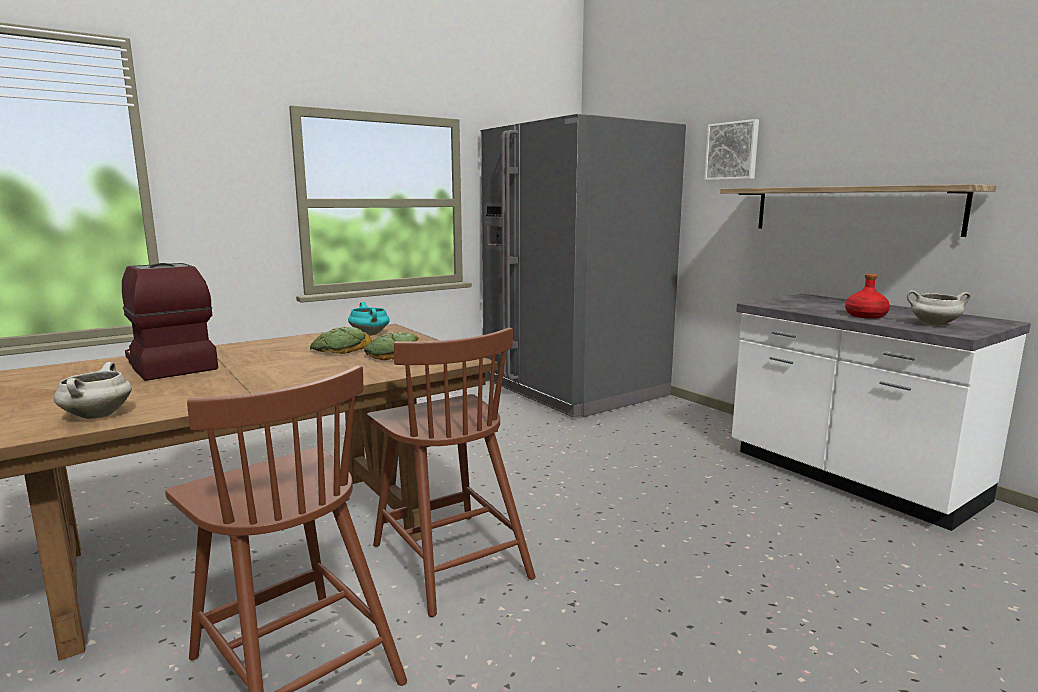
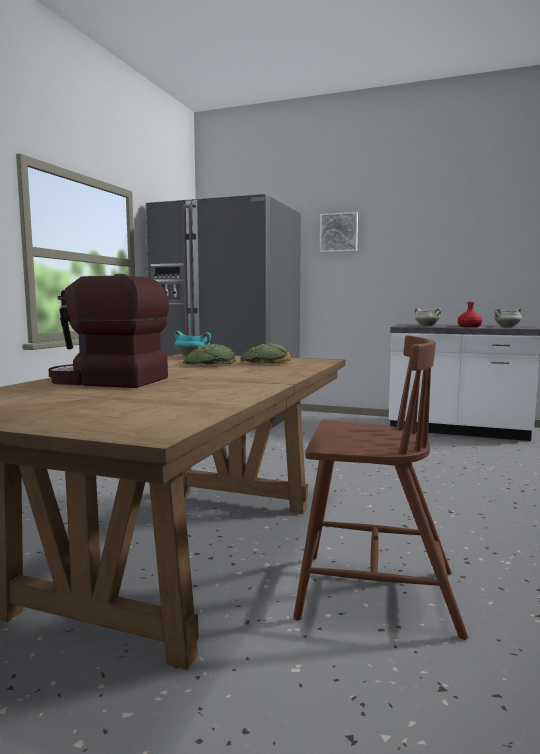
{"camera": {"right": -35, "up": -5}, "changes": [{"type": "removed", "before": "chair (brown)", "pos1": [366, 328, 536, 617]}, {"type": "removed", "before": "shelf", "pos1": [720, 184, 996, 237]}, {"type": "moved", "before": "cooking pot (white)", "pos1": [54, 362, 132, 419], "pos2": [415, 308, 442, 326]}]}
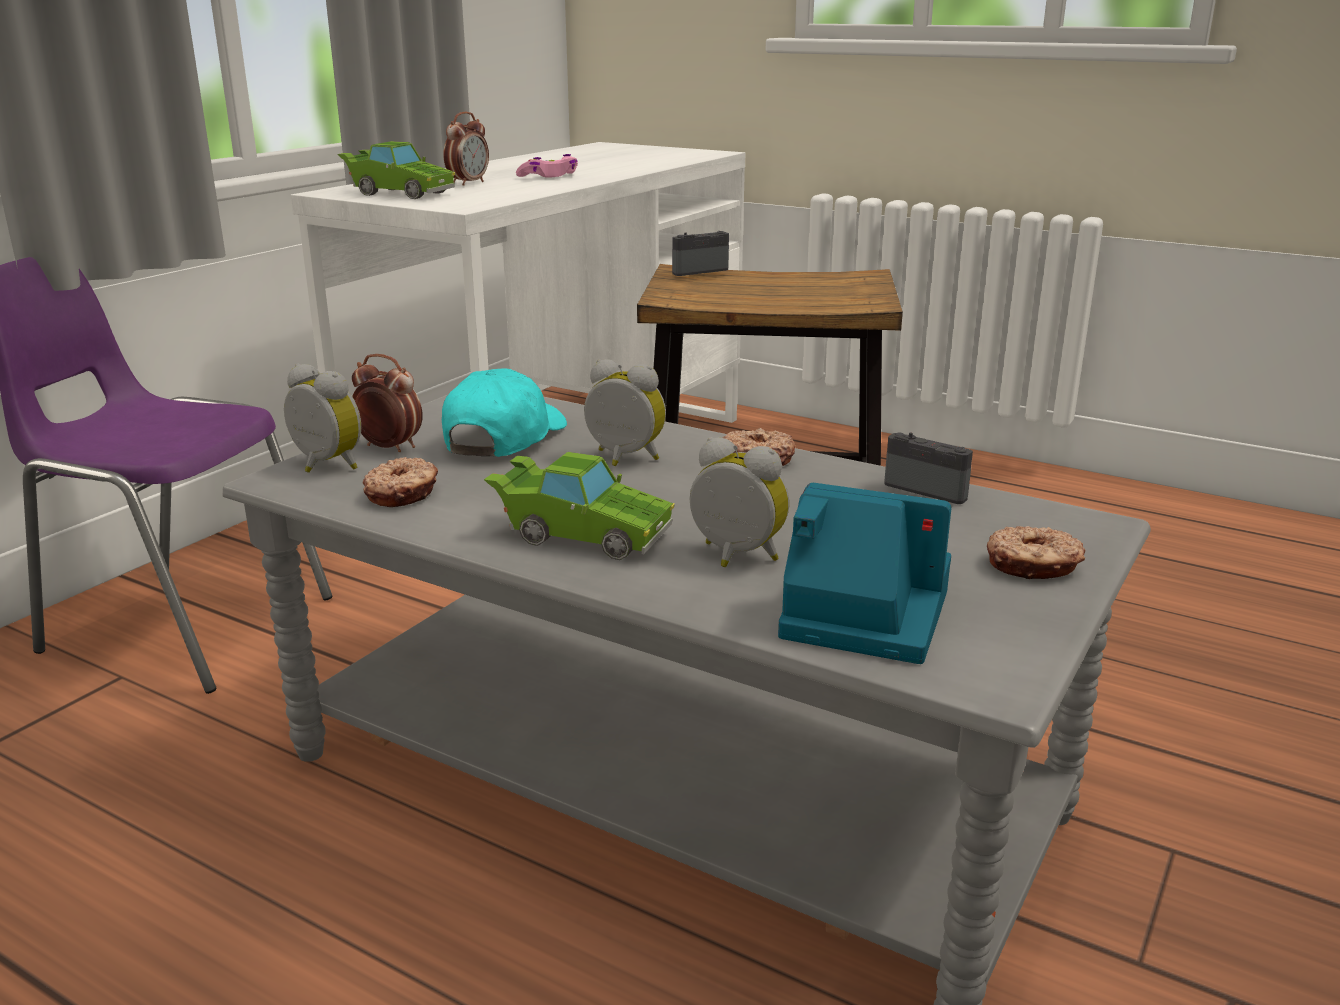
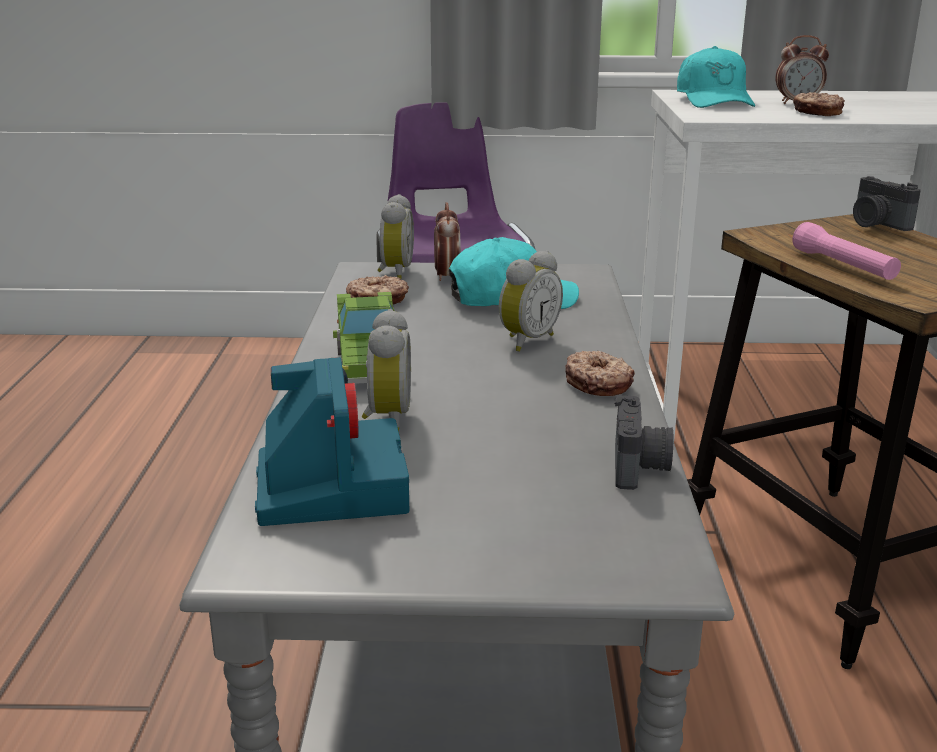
{"camera": {"right": 60, "up": 0}, "changes": [{"type": "removed", "before": "game controller (pink)", "pos1": [516, 154, 578, 177]}, {"type": "added", "after": "flashlight (pink)", "pos2": [793, 222, 901, 280]}, {"type": "moved", "before": "donut", "pos1": [987, 526, 1085, 579], "pos2": [793, 92, 845, 116]}, {"type": "replaced", "before": "toy car (green)", "after": "cap (turquoise)", "pos1": [337, 141, 455, 199], "pos2": [677, 46, 755, 108]}, {"type": "turned", "before": "alarm clock", "pos1": [584, 359, 666, 466], "pos2": [499, 250, 563, 352], "turn": 45}, {"type": "turned", "before": "photo camera", "pos1": [672, 231, 729, 276], "pos2": [853, 176, 921, 231], "turn": -150}]}
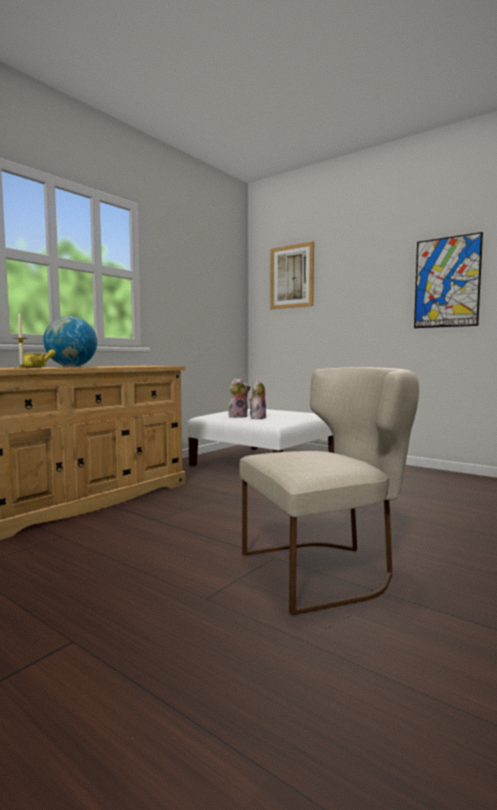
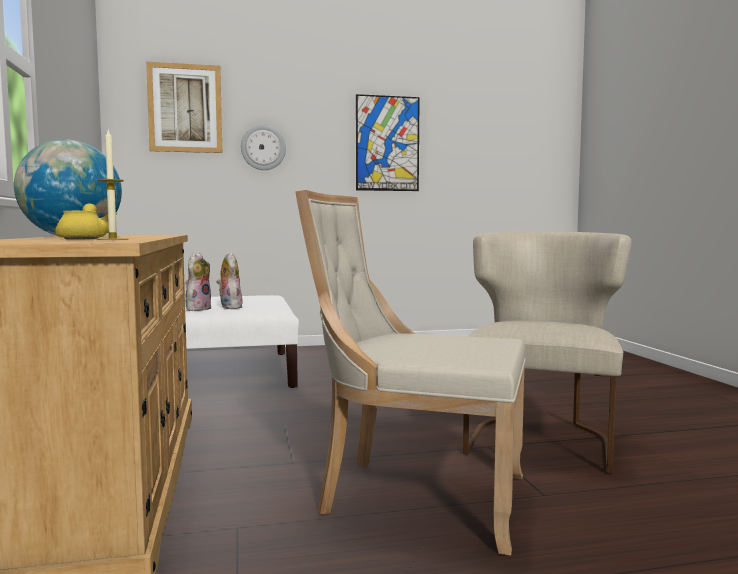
{"camera": {"right": -50, "up": 0}, "changes": [{"type": "added", "after": "wall clock", "pos2": [241, 125, 286, 170]}, {"type": "added", "after": "chair (beige)", "pos2": [295, 190, 525, 556]}]}
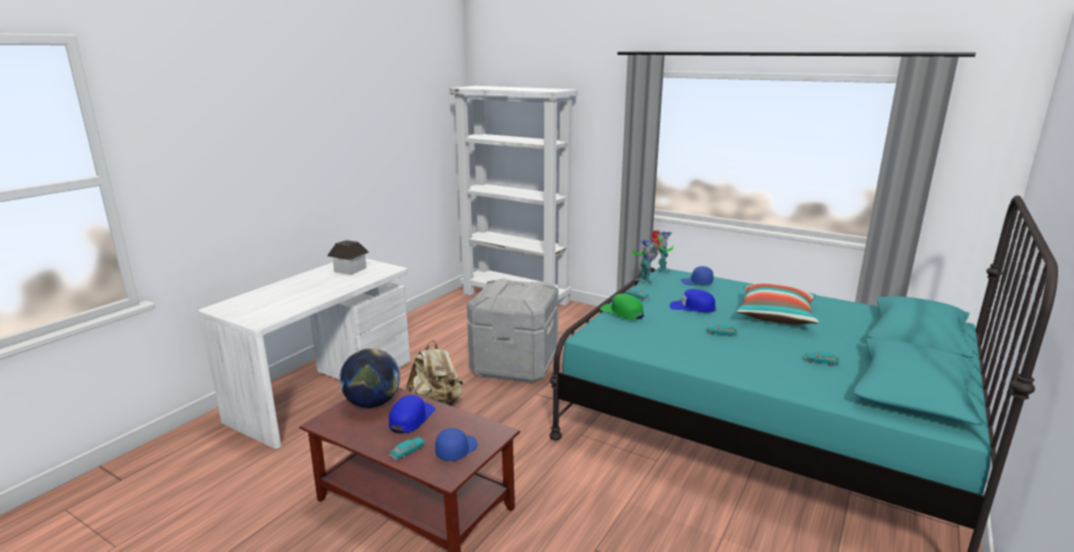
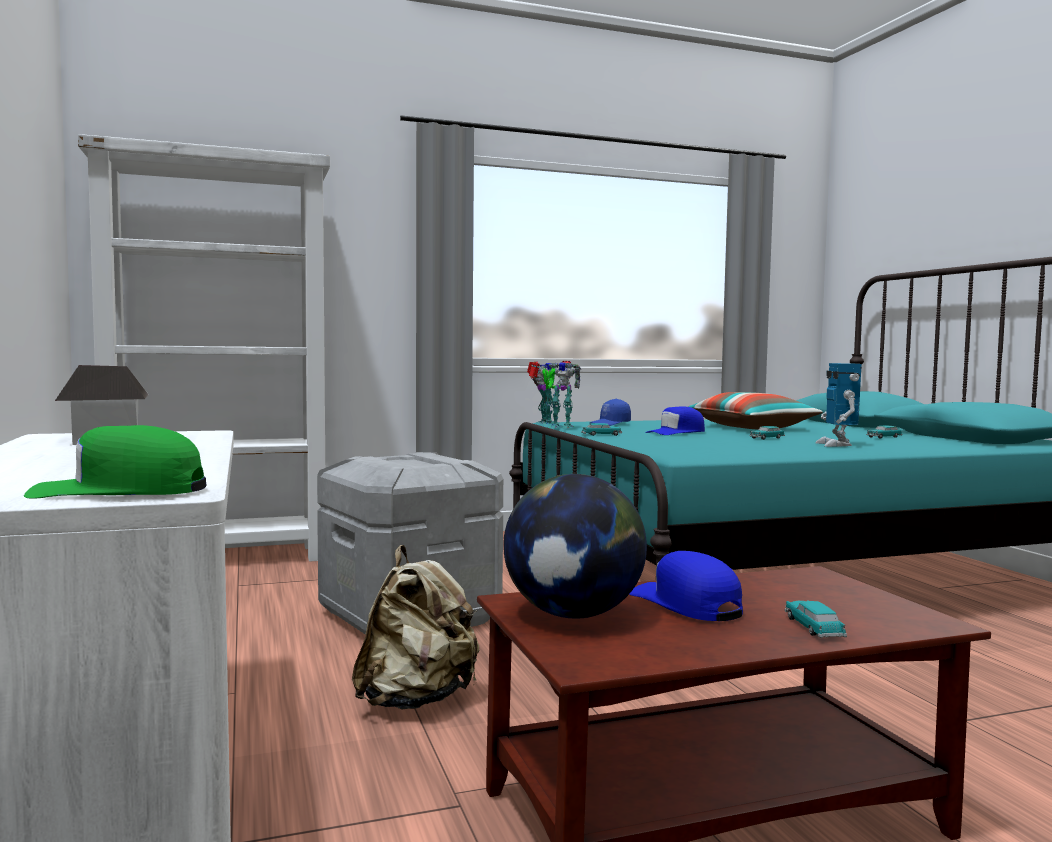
{"camera": {"right": -50, "up": -15}, "changes": [{"type": "removed", "before": "cap (blue)", "pos1": [435, 428, 478, 461]}, {"type": "added", "after": "toy robot", "pos2": [815, 363, 862, 447]}, {"type": "moved", "before": "cap (green)", "pos1": [600, 293, 644, 320], "pos2": [24, 425, 207, 499]}]}
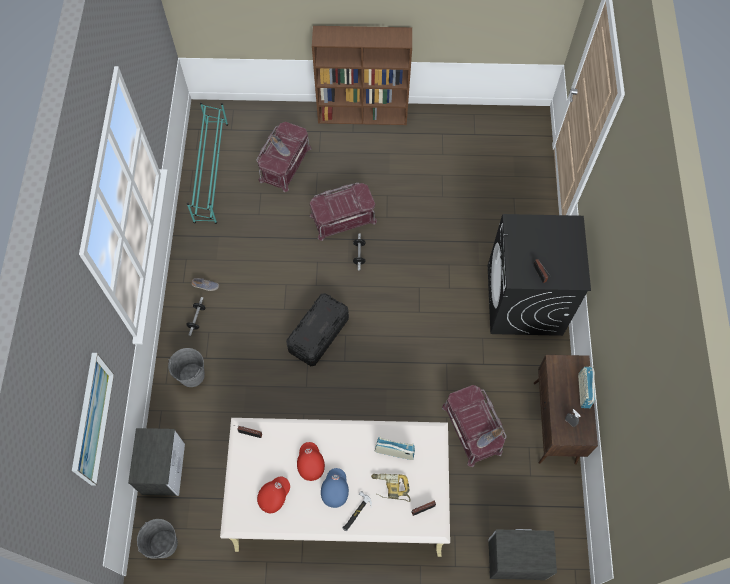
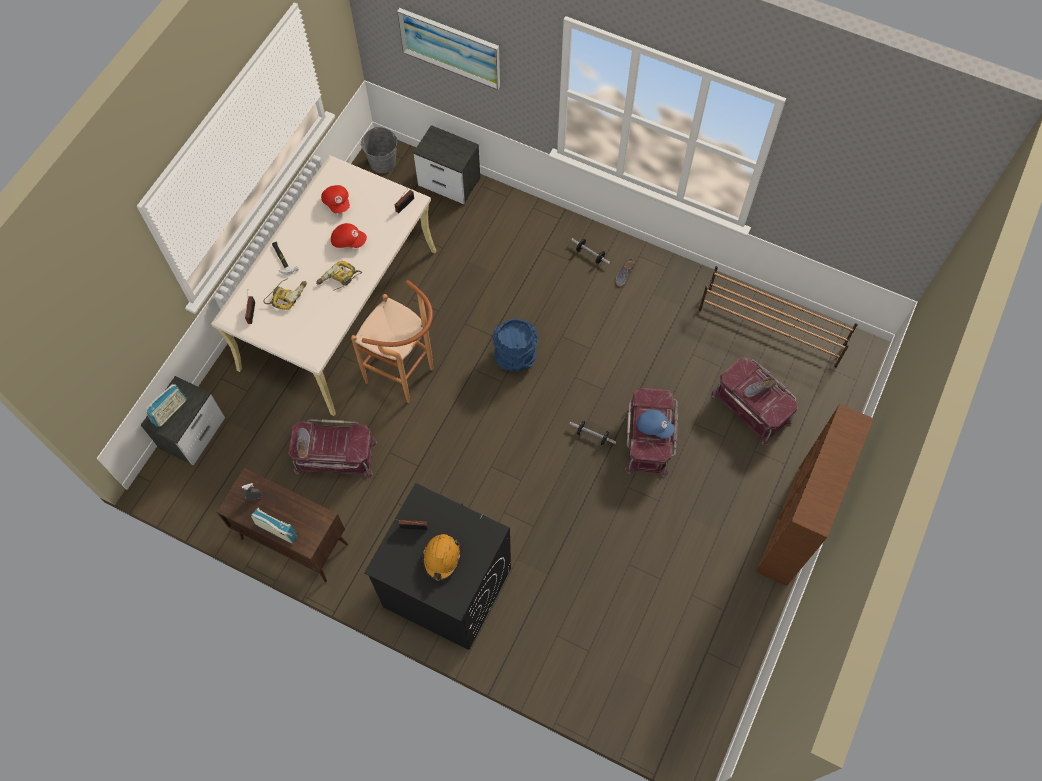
{"camera": {"right": 115, "up": 0}, "changes": [{"type": "removed", "before": "bucket (grey)", "pos1": [168, 348, 205, 387]}, {"type": "added", "after": "power drill", "pos2": [316, 261, 362, 291]}, {"type": "added", "after": "stool (brown)", "pos2": [351, 280, 434, 403]}, {"type": "added", "after": "hard hat (orange)", "pos2": [423, 534, 461, 581]}, {"type": "moved", "before": "cap (blue)", "pos1": [321, 468, 349, 508], "pos2": [637, 410, 674, 439]}, {"type": "moved", "before": "radio", "pos1": [375, 437, 415, 460], "pos2": [145, 384, 187, 428]}, {"type": "replaced", "before": "storage box (black)", "after": "bucket (blue)", "pos1": [286, 293, 349, 366], "pos2": [493, 318, 538, 372]}, {"type": "recoloured", "before": "shoe rack (turquoise)", "after": "shoe rack (brown)", "pos1": [187, 102, 228, 224], "pos2": [699, 266, 858, 367]}]}
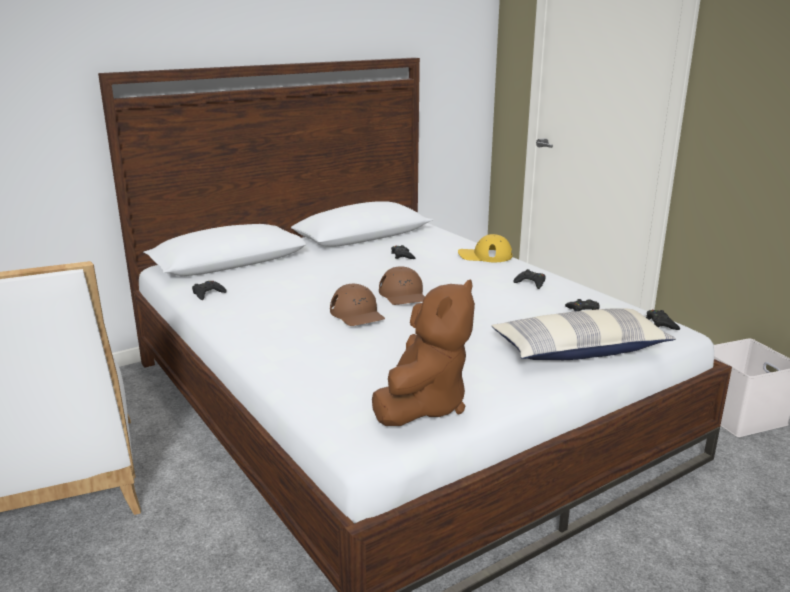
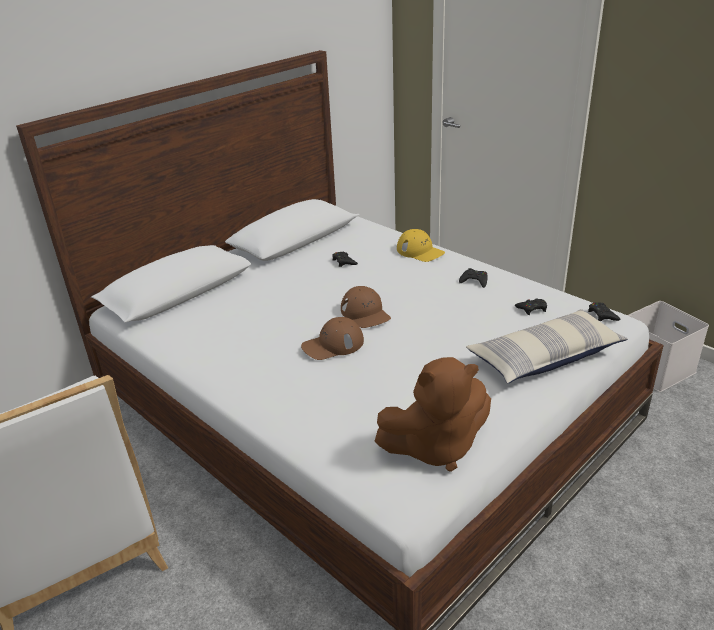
{"camera": {"right": -10, "up": 10}, "changes": [{"type": "removed", "before": "game controller (black)", "pos1": [192, 281, 227, 300]}, {"type": "turned", "before": "cap (brown)", "pos1": [330, 284, 385, 326], "pos2": [301, 317, 364, 360], "turn": 105}, {"type": "turned", "before": "plush toy (brown)", "pos1": [372, 280, 475, 426], "pos2": [375, 357, 491, 472], "turn": 60}, {"type": "turned", "before": "cap (yellow)", "pos1": [458, 234, 513, 262], "pos2": [397, 229, 445, 262], "turn": -135}]}
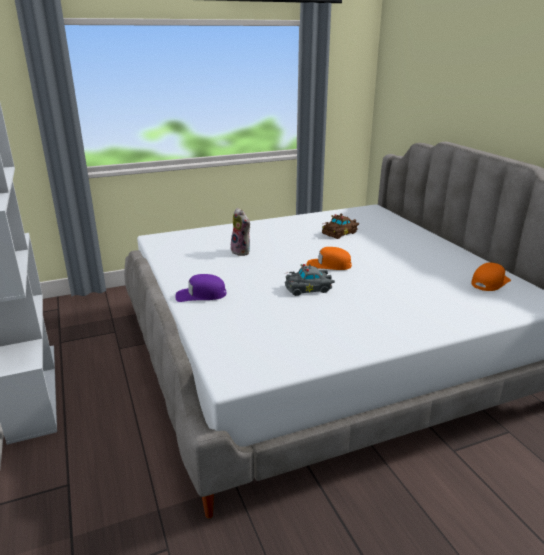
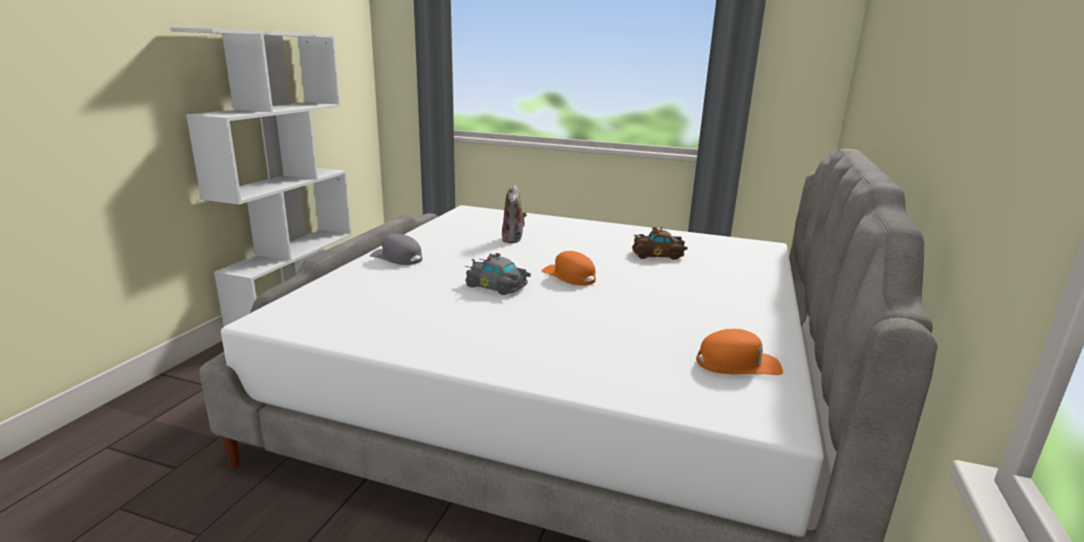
{"camera": {"right": 40, "up": -5}, "changes": [{"type": "recoloured", "before": "cap (purple)", "after": "cap (grey)", "pos1": [176, 274, 227, 302], "pos2": [370, 234, 422, 265]}]}
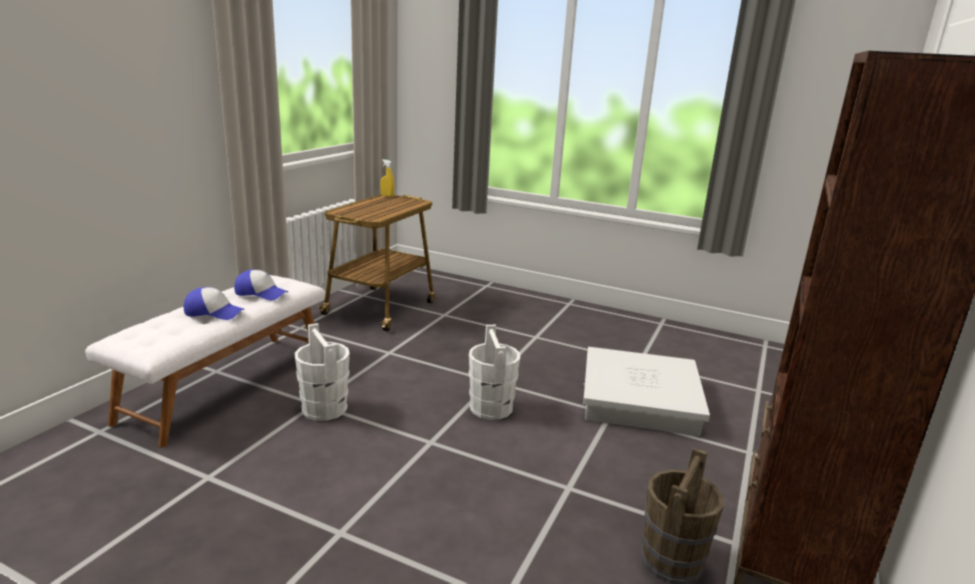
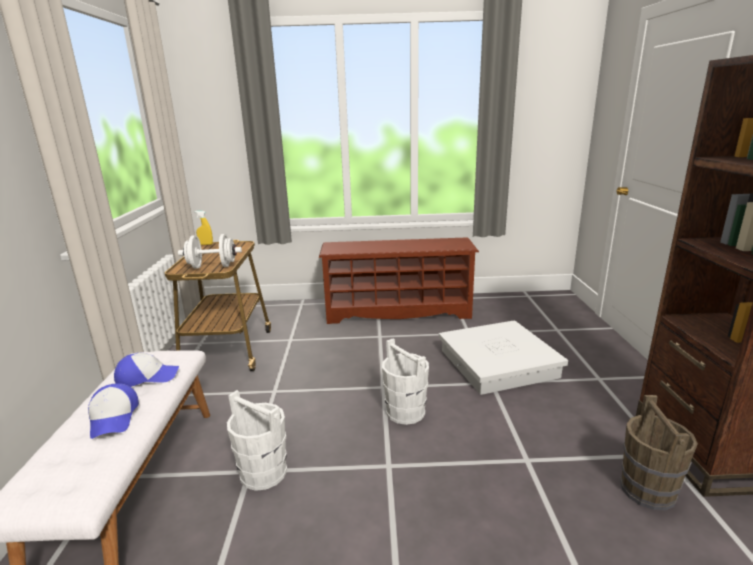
{"camera": {"right": -25, "up": 0}, "changes": [{"type": "added", "after": "dumbbell (white)", "pos2": [178, 234, 242, 269]}, {"type": "added", "after": "shoe rack (brown)", "pos2": [319, 237, 479, 324]}, {"type": "turned", "before": "cap", "pos1": [184, 287, 244, 320], "pos2": [88, 383, 139, 439], "turn": 90}]}
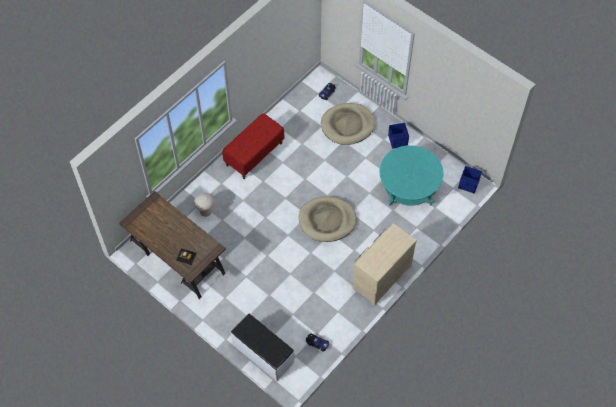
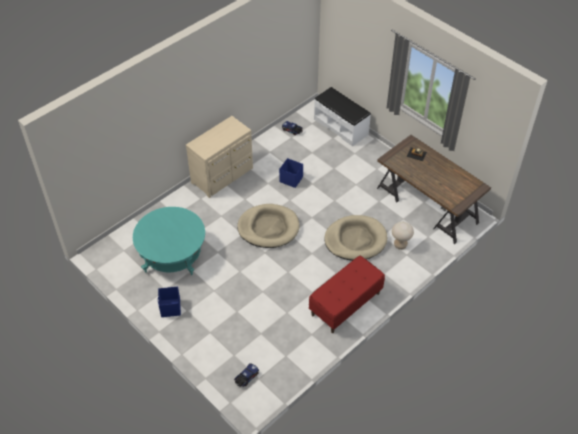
{"camera": {"right": -175, "up": -10}, "changes": [{"type": "moved", "before": "dog bed (beige)", "pos1": [321, 103, 375, 145], "pos2": [324, 215, 387, 261]}, {"type": "moved", "before": "storage box (blue)", "pos1": [458, 166, 482, 194], "pos2": [279, 158, 303, 188]}]}
